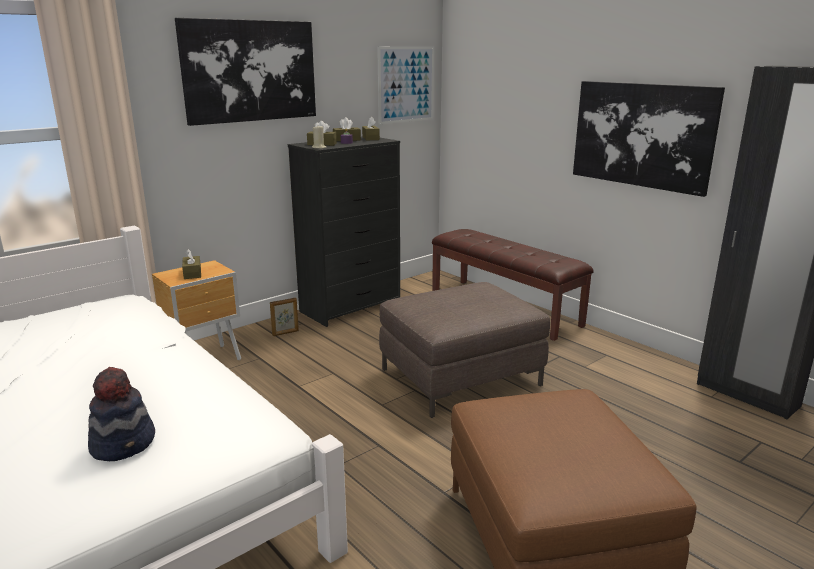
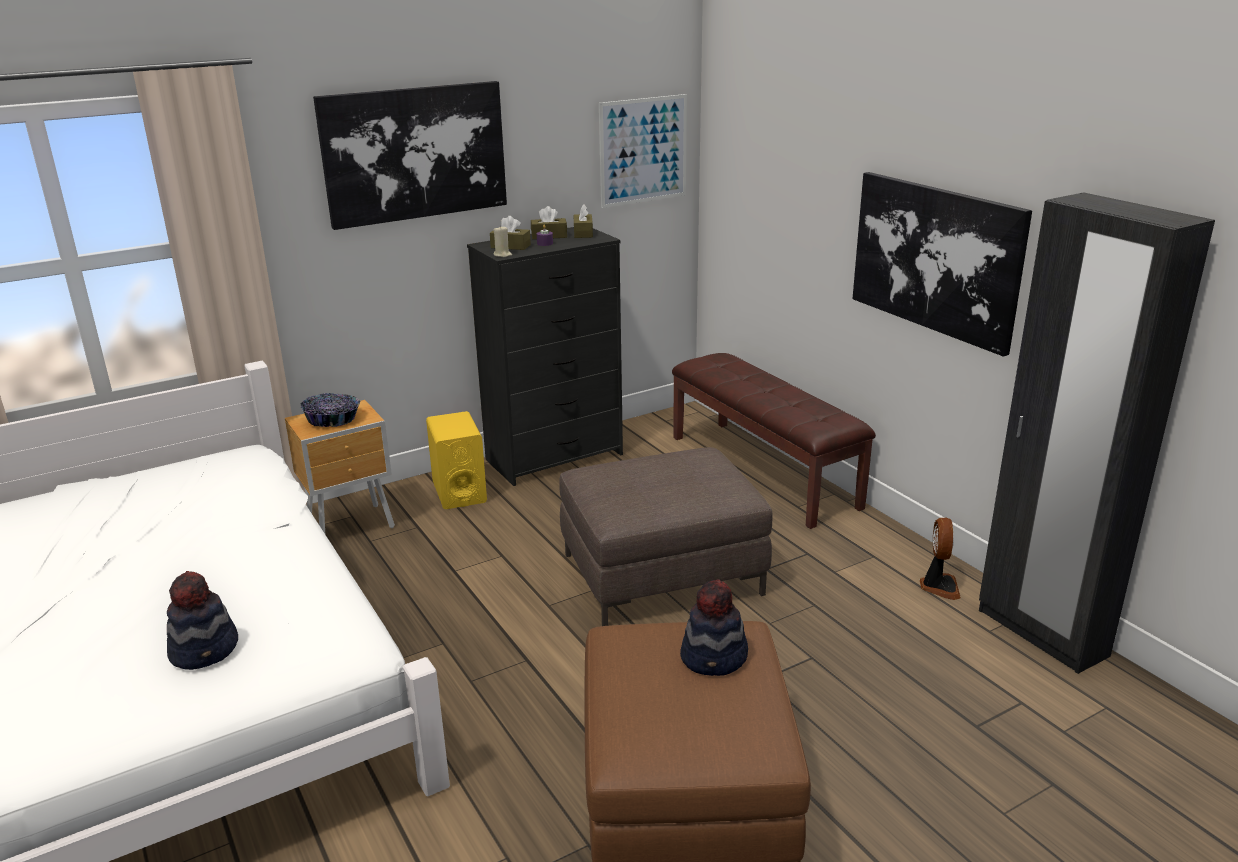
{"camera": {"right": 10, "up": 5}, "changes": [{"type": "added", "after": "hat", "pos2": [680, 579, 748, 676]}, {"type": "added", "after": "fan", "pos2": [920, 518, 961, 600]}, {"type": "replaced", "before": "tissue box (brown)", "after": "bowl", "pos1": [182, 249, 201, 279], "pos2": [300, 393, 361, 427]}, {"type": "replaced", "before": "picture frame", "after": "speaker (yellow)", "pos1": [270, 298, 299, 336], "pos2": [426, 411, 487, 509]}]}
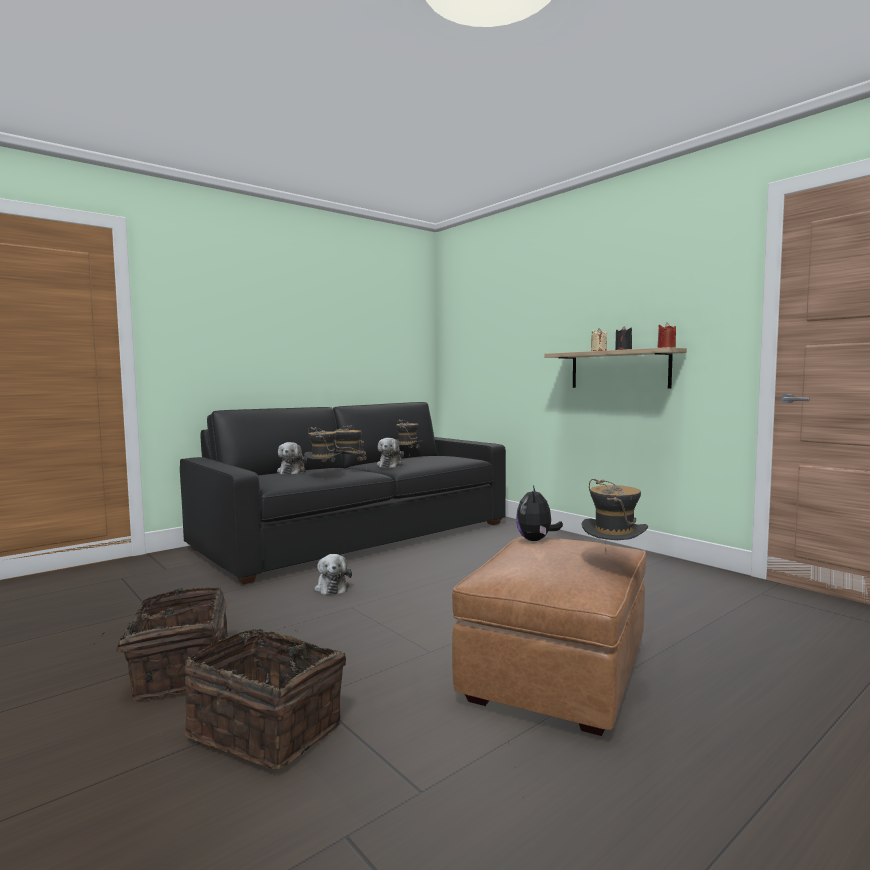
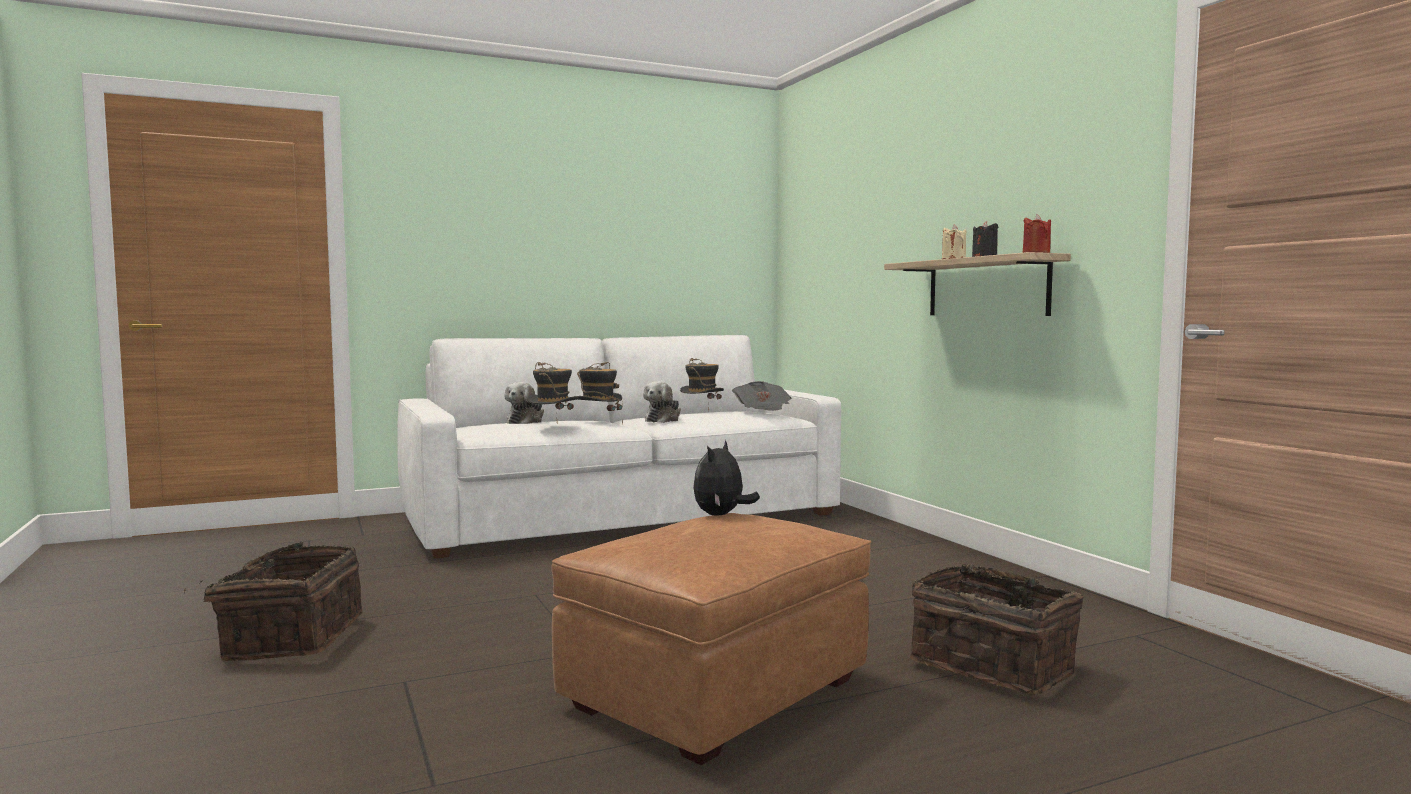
{"camera": {"right": 15, "up": 0}, "changes": [{"type": "removed", "before": "plush toy", "pos1": [314, 554, 352, 595]}, {"type": "removed", "before": "hat", "pos1": [581, 479, 648, 551]}, {"type": "added", "after": "newspaper", "pos2": [732, 381, 791, 411]}, {"type": "moved", "before": "basket", "pos1": [185, 626, 346, 769], "pos2": [910, 564, 1083, 695]}, {"type": "recoloured", "before": "sofa (black)", "after": "sofa (white)", "pos1": [180, 402, 506, 584], "pos2": [397, 335, 841, 559]}]}
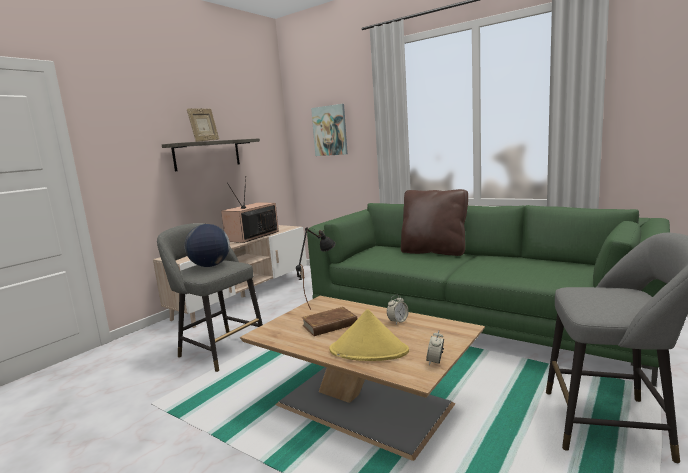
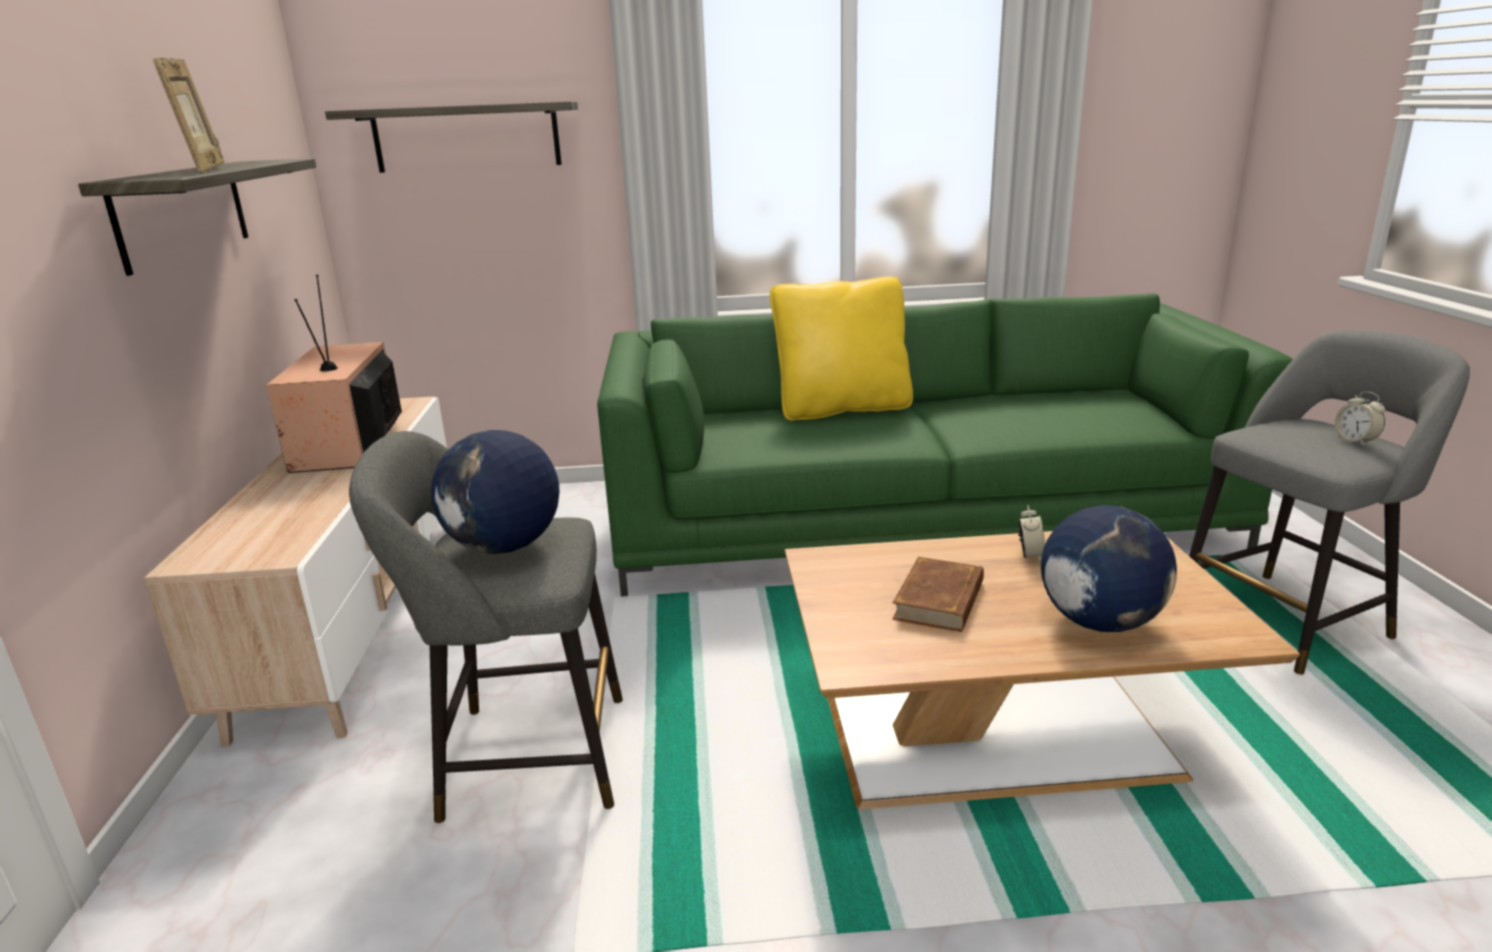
{"camera": {"right": -40, "up": 10}, "changes": [{"type": "removed", "before": "table lamp (black)", "pos1": [296, 227, 335, 310]}, {"type": "moved", "before": "alarm clock", "pos1": [426, 330, 444, 366], "pos2": [1335, 392, 1385, 446]}, {"type": "replaced", "before": "picture", "after": "shelf", "pos1": [311, 104, 348, 156], "pos2": [325, 101, 578, 173]}, {"type": "replaced", "before": "hat (yellow)", "after": "globe", "pos1": [329, 309, 409, 361], "pos2": [1041, 505, 1177, 632]}, {"type": "recoloured", "before": "pillow (brown)", "after": "pillow (yellow)", "pos1": [401, 189, 468, 256], "pos2": [770, 277, 913, 421]}]}
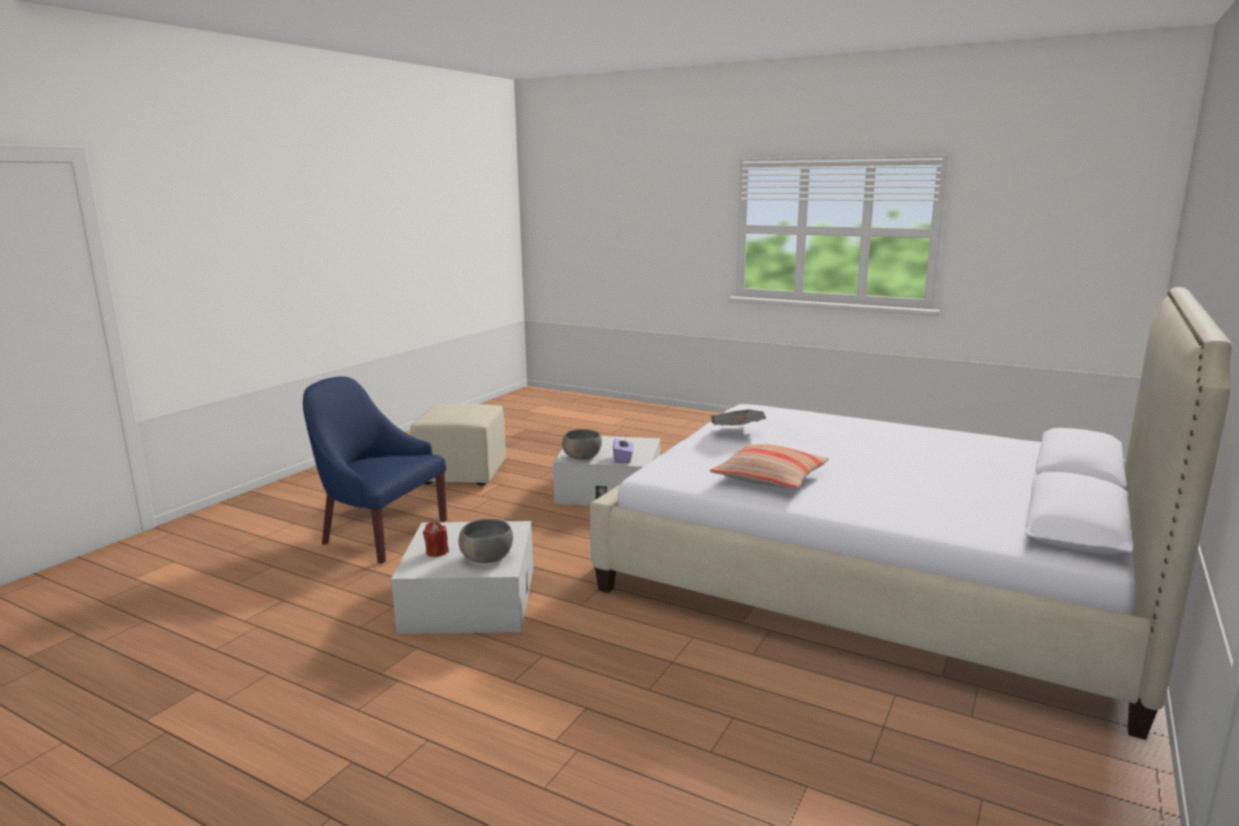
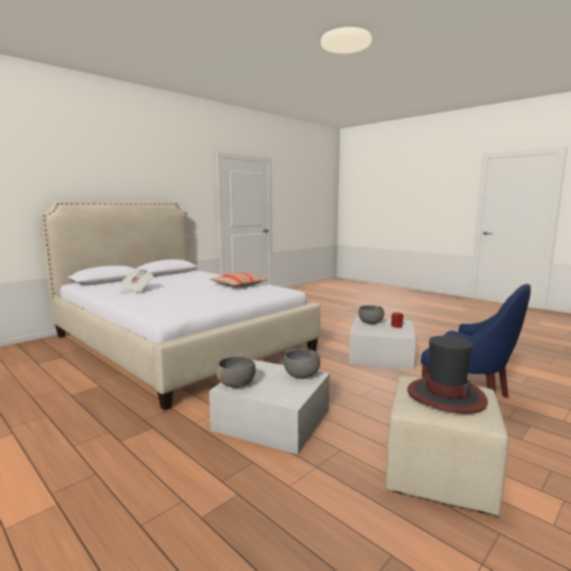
{"camera": {"right": -165, "up": -5}, "changes": [{"type": "removed", "before": "tissue box (purple)", "pos1": [613, 438, 634, 463]}, {"type": "added", "after": "bowl (grey)", "pos2": [216, 356, 256, 388]}, {"type": "added", "after": "hat", "pos2": [407, 336, 488, 414]}, {"type": "moved", "before": "newspaper", "pos1": [711, 409, 766, 426], "pos2": [120, 269, 153, 294]}]}
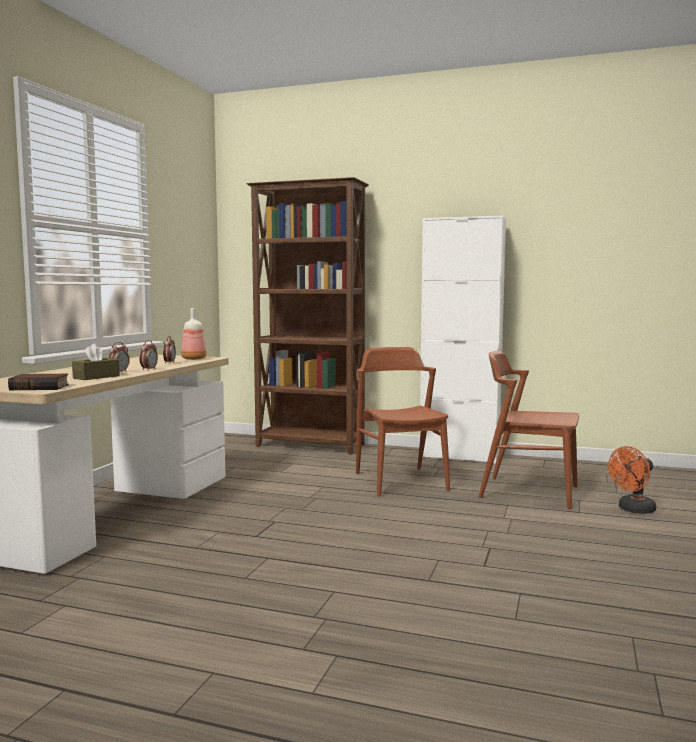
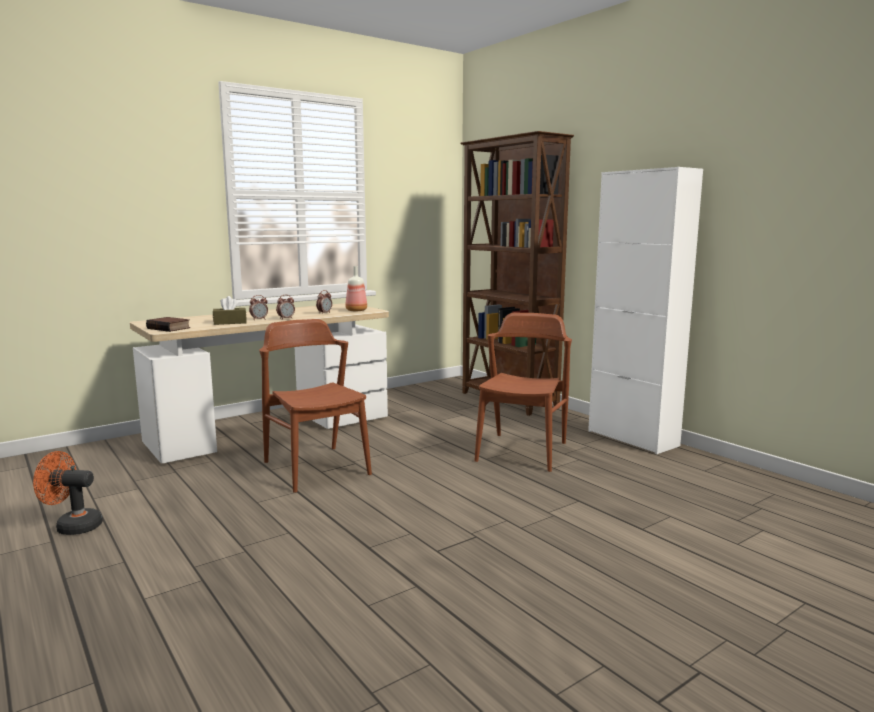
{"camera": {"right": 35, "up": 5}, "changes": [{"type": "moved", "before": "chair (brown)", "pos1": [479, 351, 579, 509], "pos2": [259, 319, 372, 492]}, {"type": "moved", "before": "fan (orange)", "pos1": [608, 446, 656, 514], "pos2": [33, 451, 103, 535]}]}
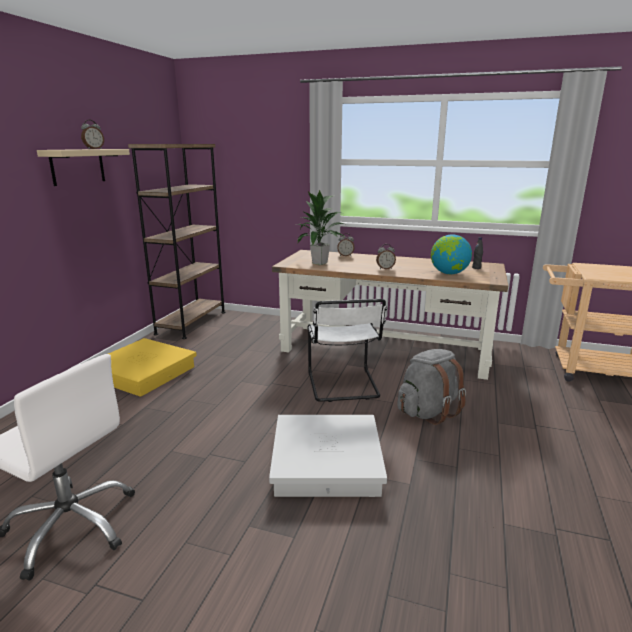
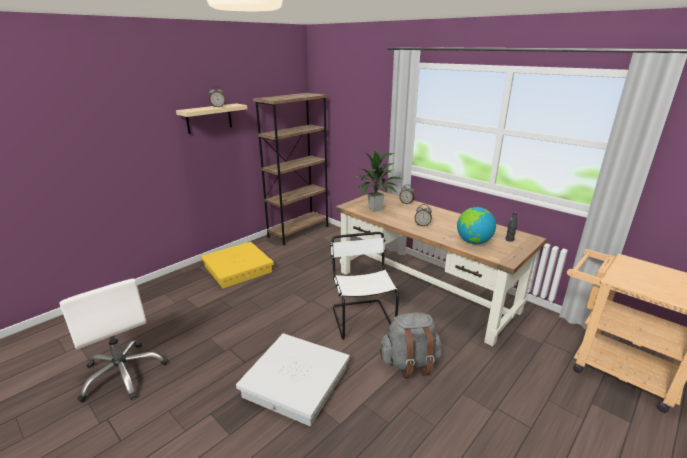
{"camera": {"right": 25, "up": 5}, "changes": [{"type": "turned", "before": "chair (white)", "pos1": [307, 299, 387, 402], "pos2": [330, 232, 399, 340], "turn": 150}]}
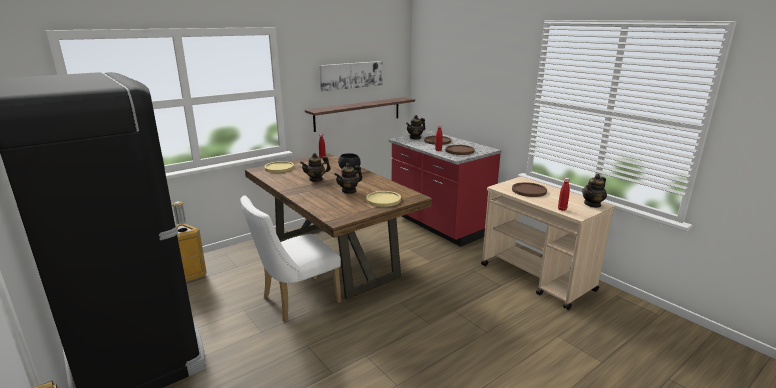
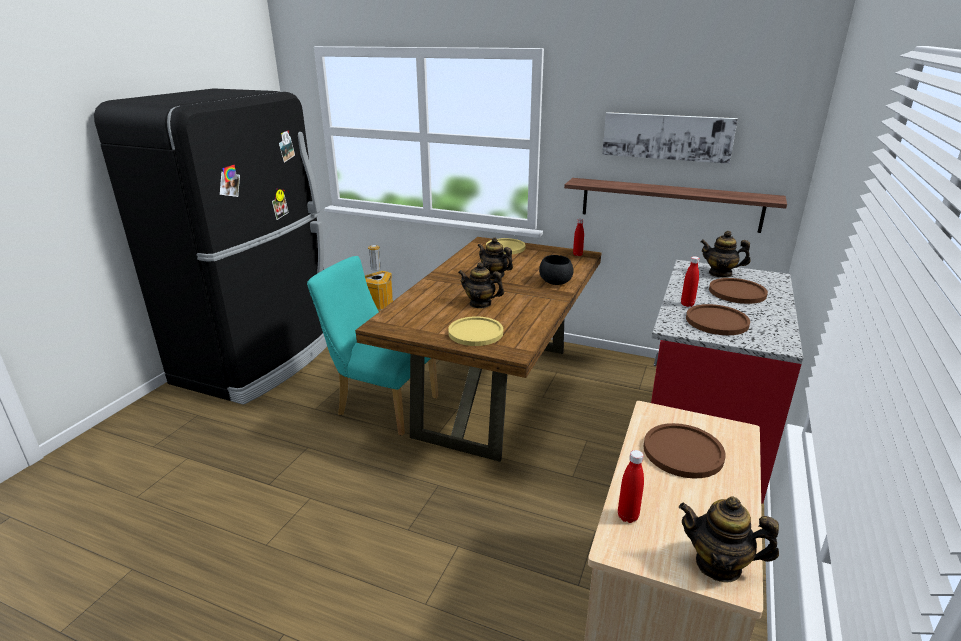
{"camera": {"right": 60, "up": 5}, "changes": [{"type": "recoloured", "before": "chair (white)", "after": "chair (turquoise)", "pos1": [240, 195, 341, 322], "pos2": [307, 256, 438, 436]}]}
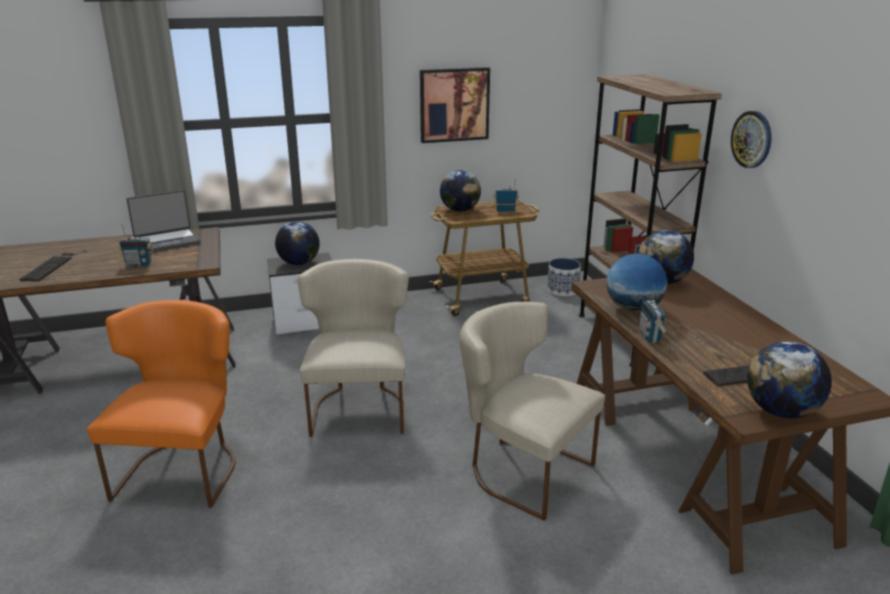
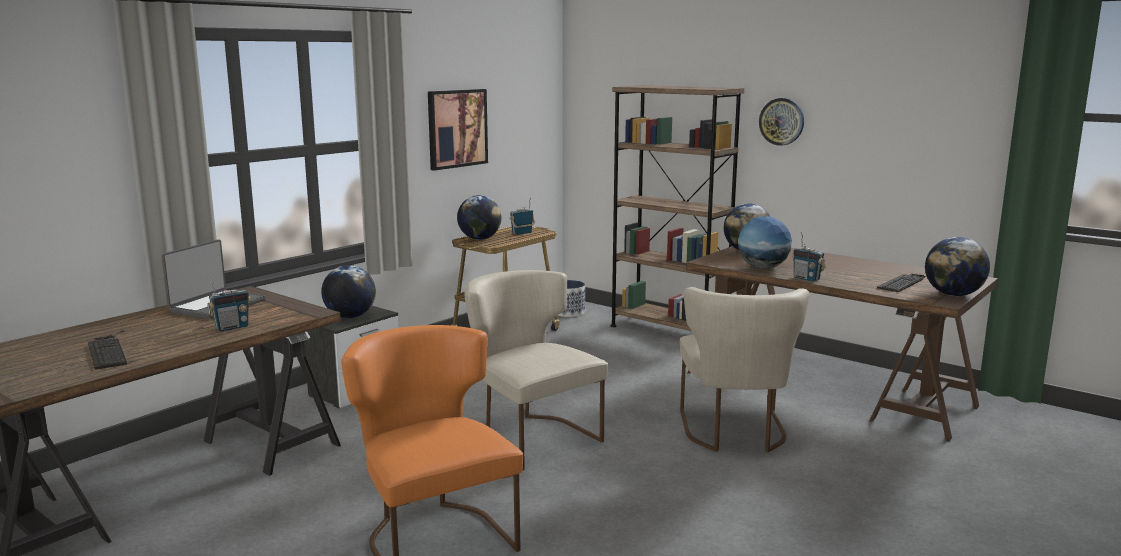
{"camera": {"right": -35, "up": -10}, "changes": [{"type": "turned", "before": "chair (beige)", "pos1": [459, 302, 605, 521], "pos2": [680, 287, 809, 453], "turn": -90}]}
